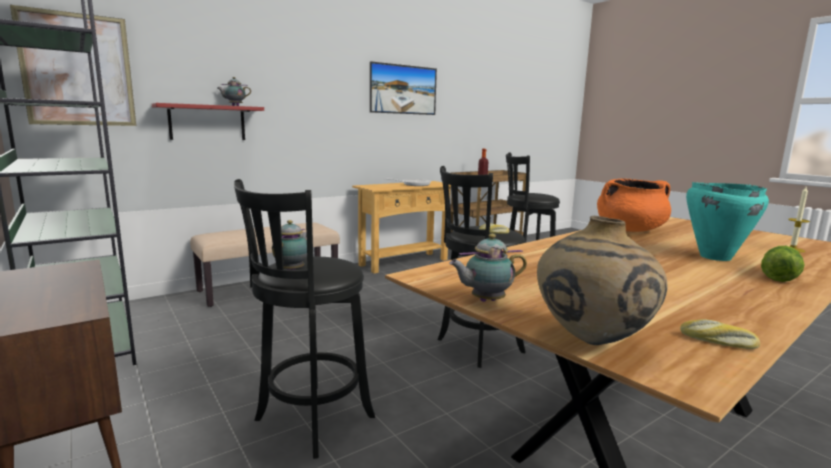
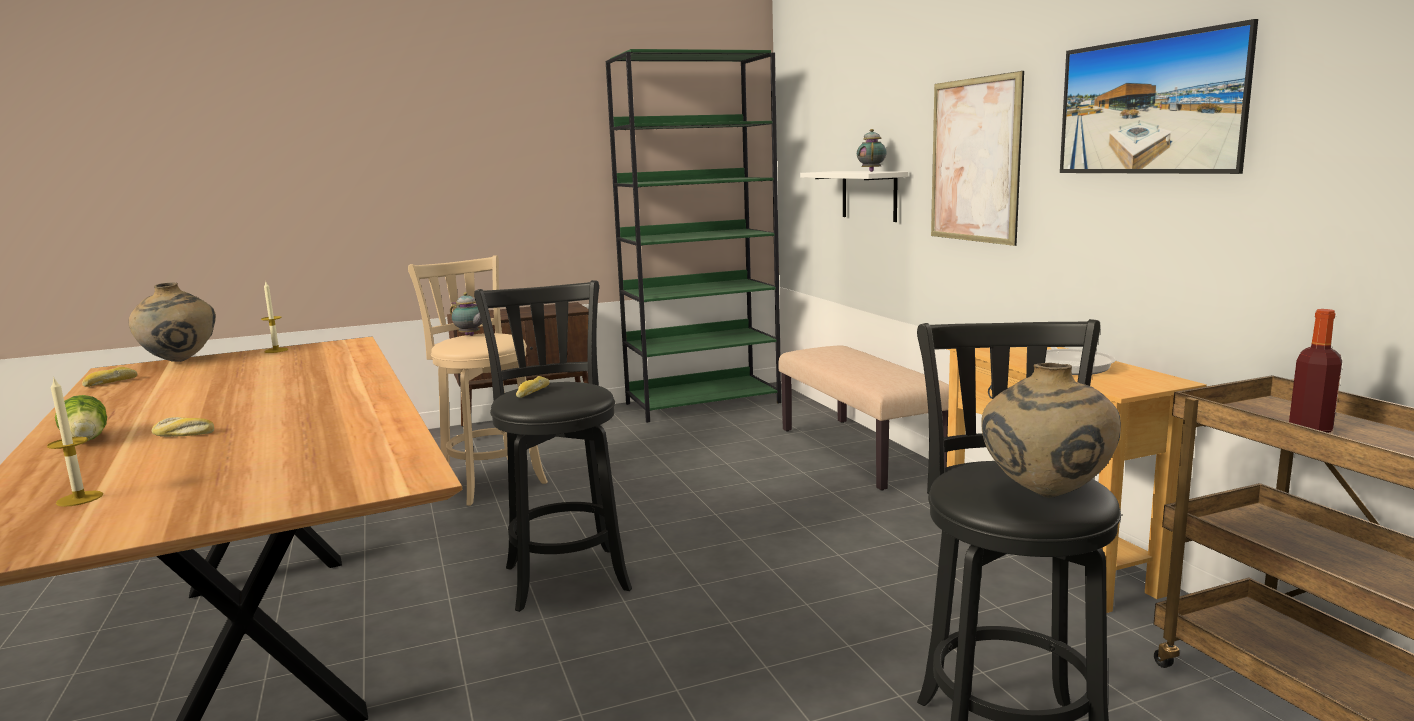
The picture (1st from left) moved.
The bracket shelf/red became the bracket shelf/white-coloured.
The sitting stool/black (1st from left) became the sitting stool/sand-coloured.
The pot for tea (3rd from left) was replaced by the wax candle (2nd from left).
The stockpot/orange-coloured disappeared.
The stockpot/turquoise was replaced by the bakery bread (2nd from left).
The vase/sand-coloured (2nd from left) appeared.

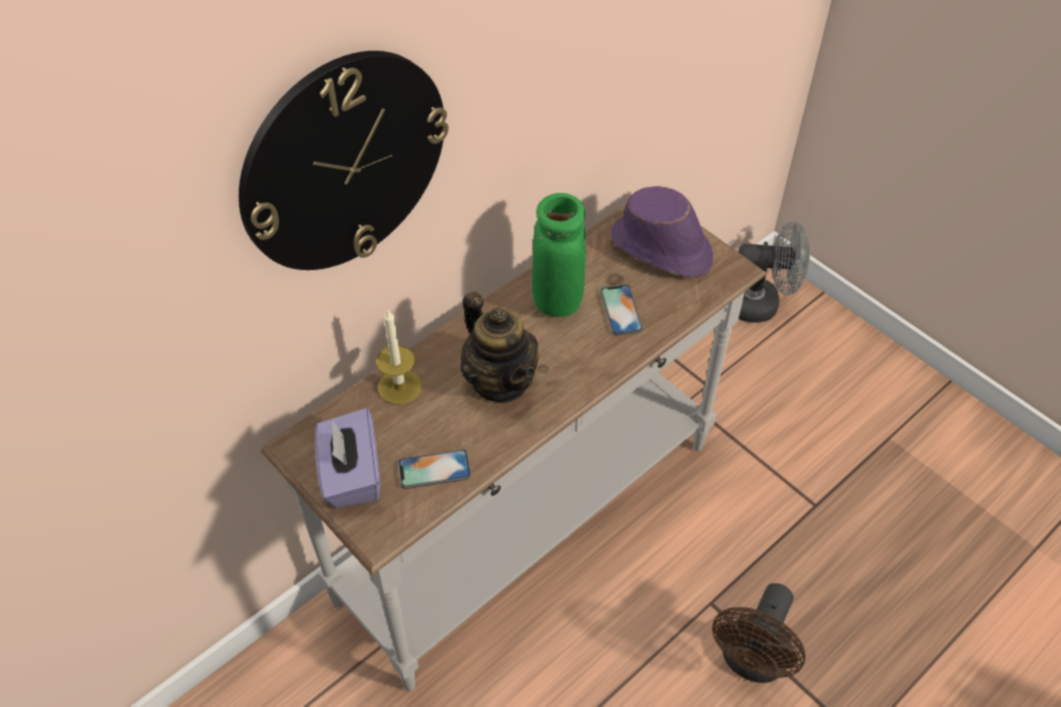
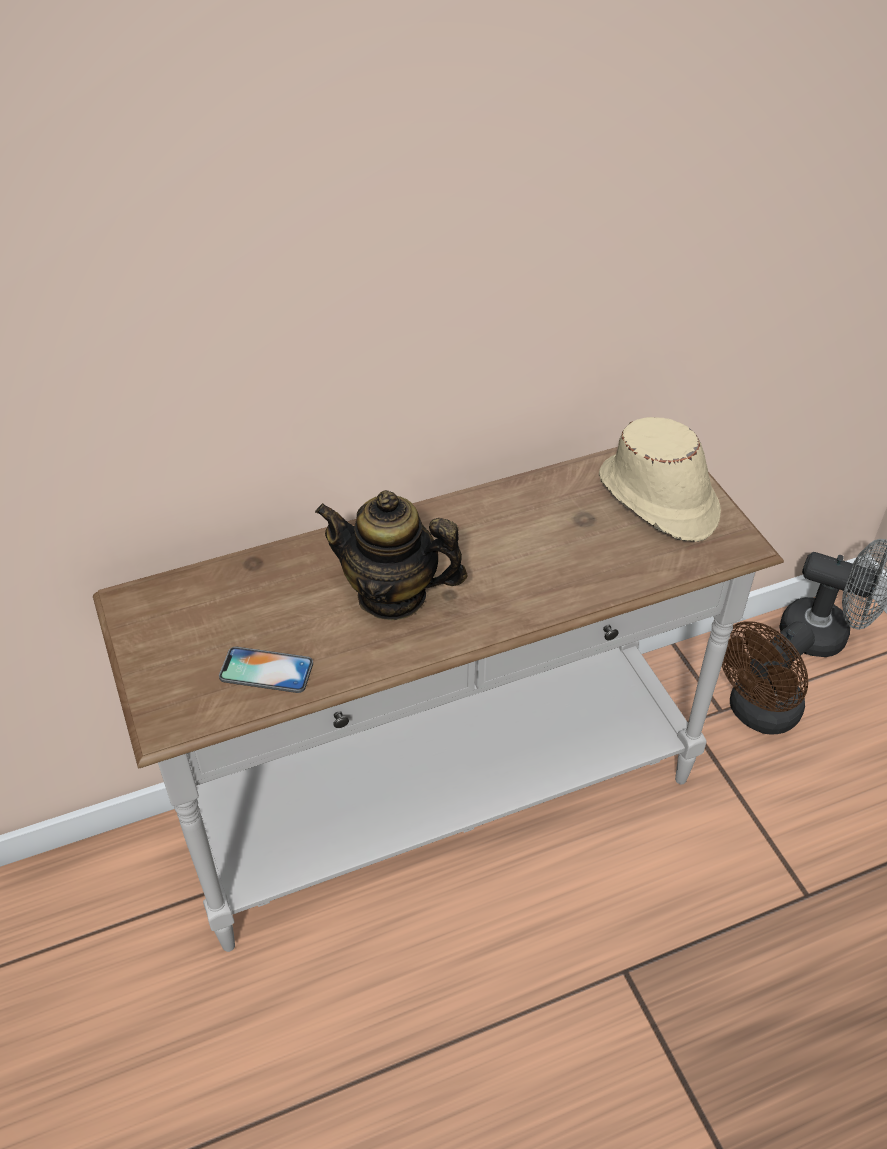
The clock on the wall disappeared.
The tissue holder/purple disappeared.
The wax candle disappeared.
The pot for tea turned 120 degrees clockwise.
The vase/greenish disappeared.
The phone (2nd from left) disappeared.
The clothing hat/purple became the clothing hat/sand-coloured.
The fan/brown-coloured moved.

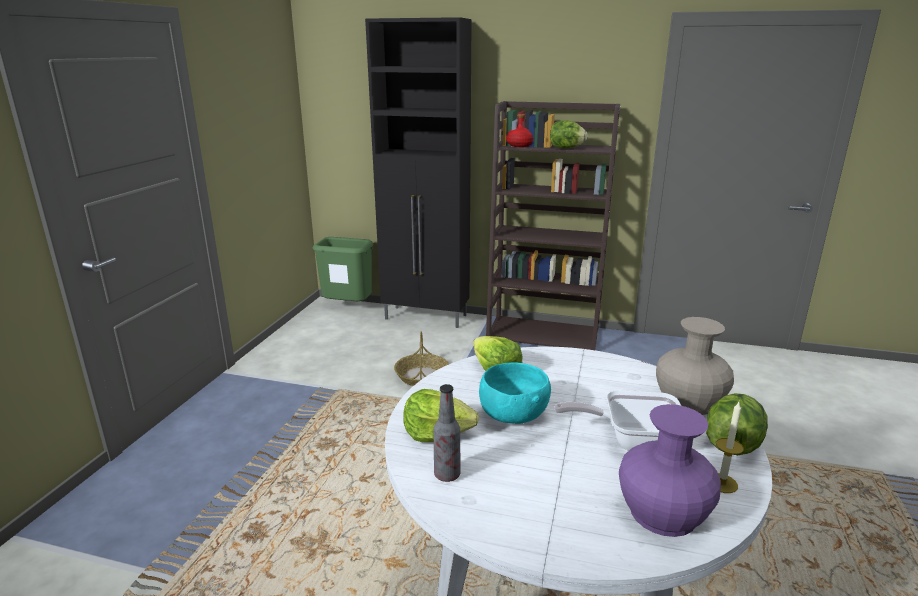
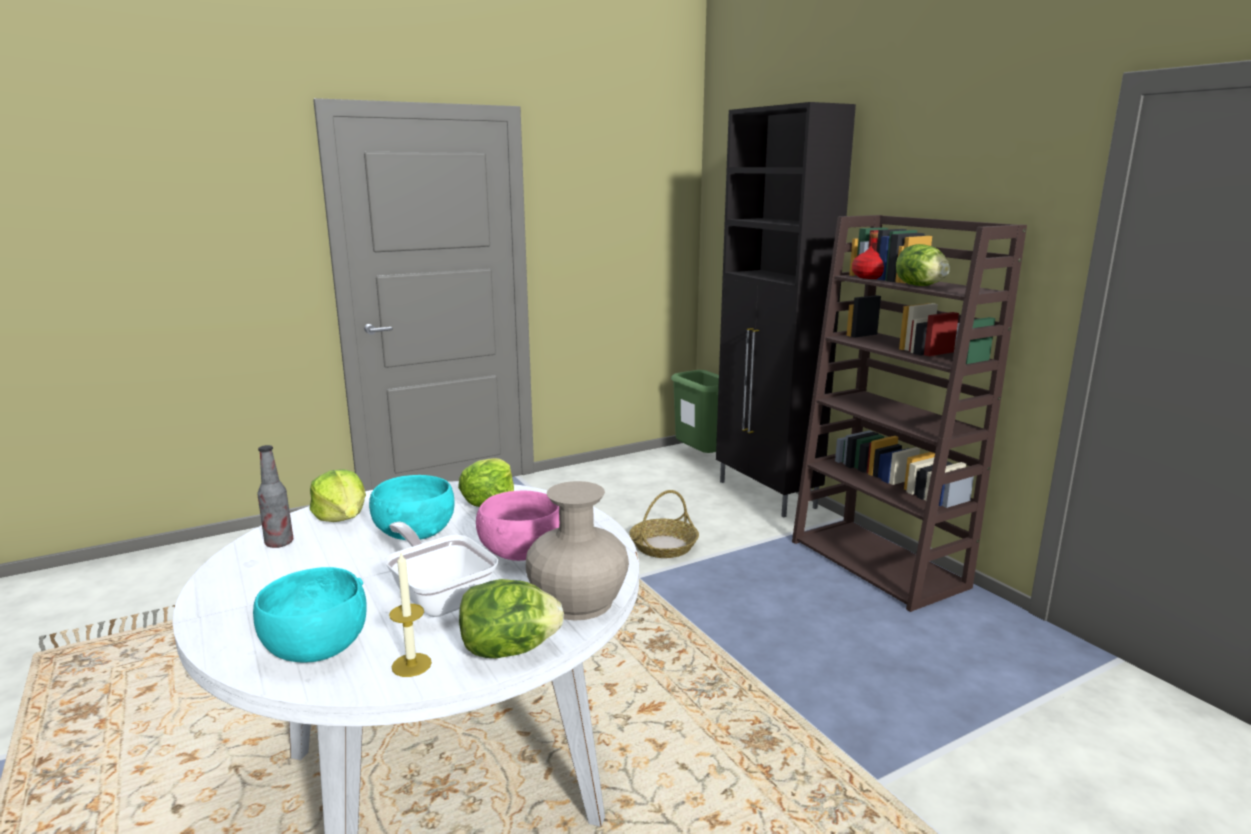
The vase/purple was replaced by the serving bowl/turquoise (1st from left).
The serving bowl/pink-coloured appeared.

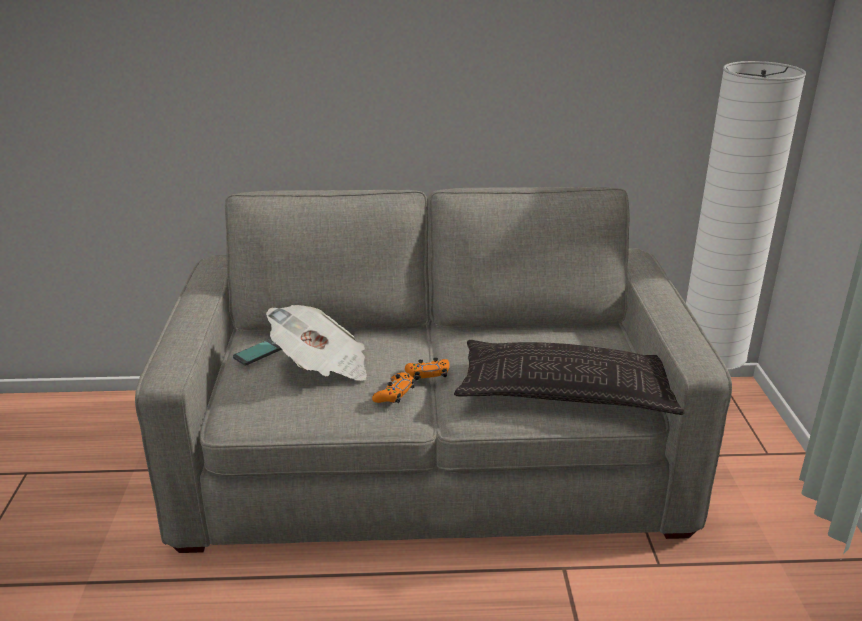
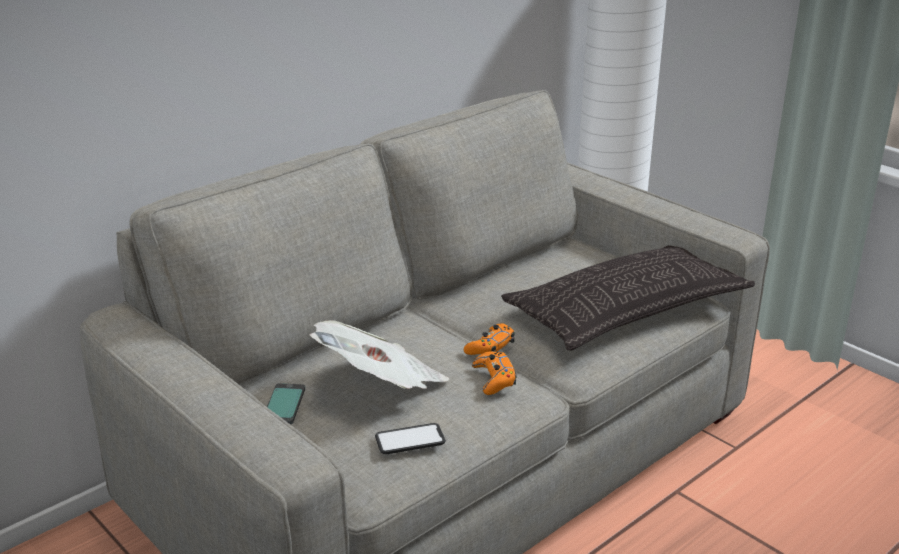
The phone (2nd from left) appeared.

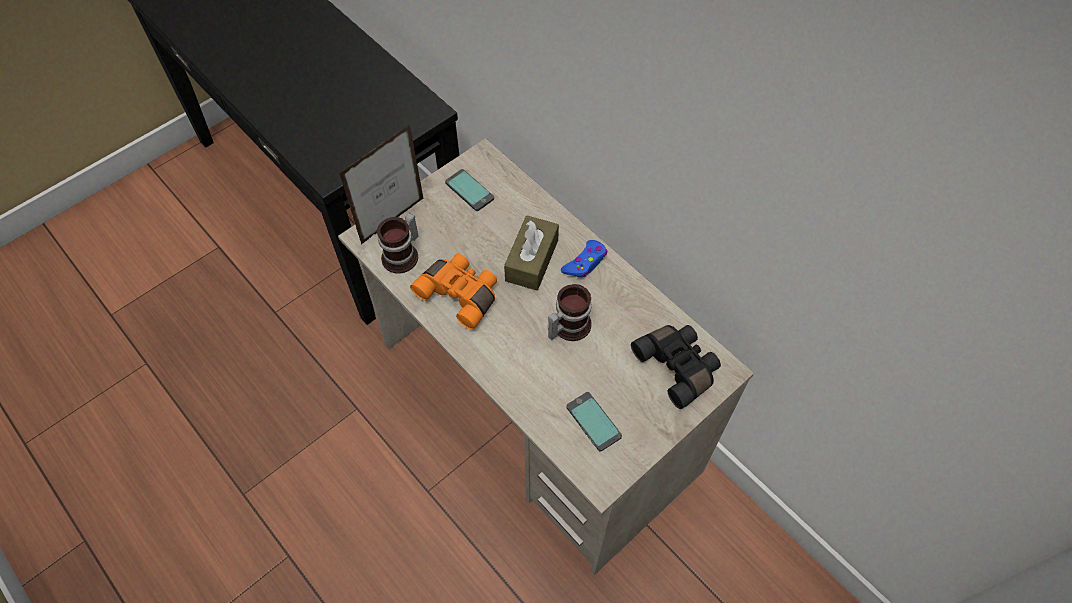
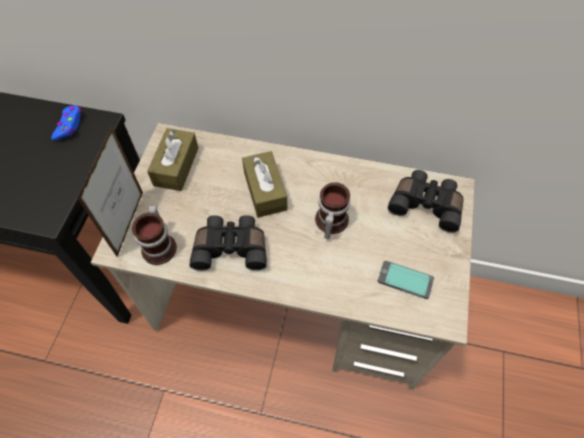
The field glasses/orange-coloured became the field glasses/black (1st from left).
The phone (1st from left) was replaced by the tissue holder/brown-coloured (1st from left).
The joypad/bluish moved.

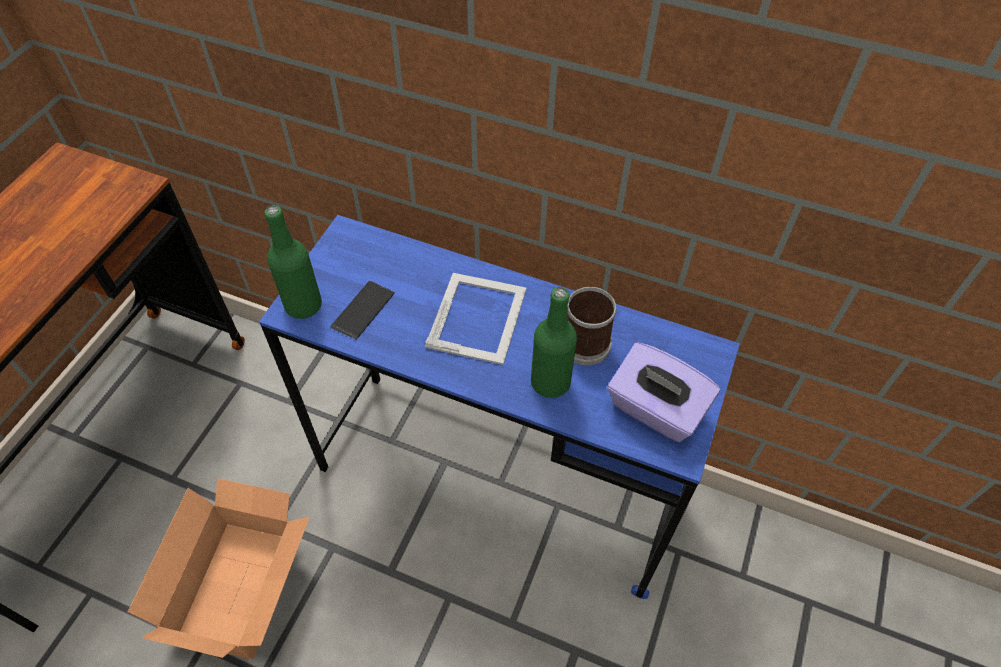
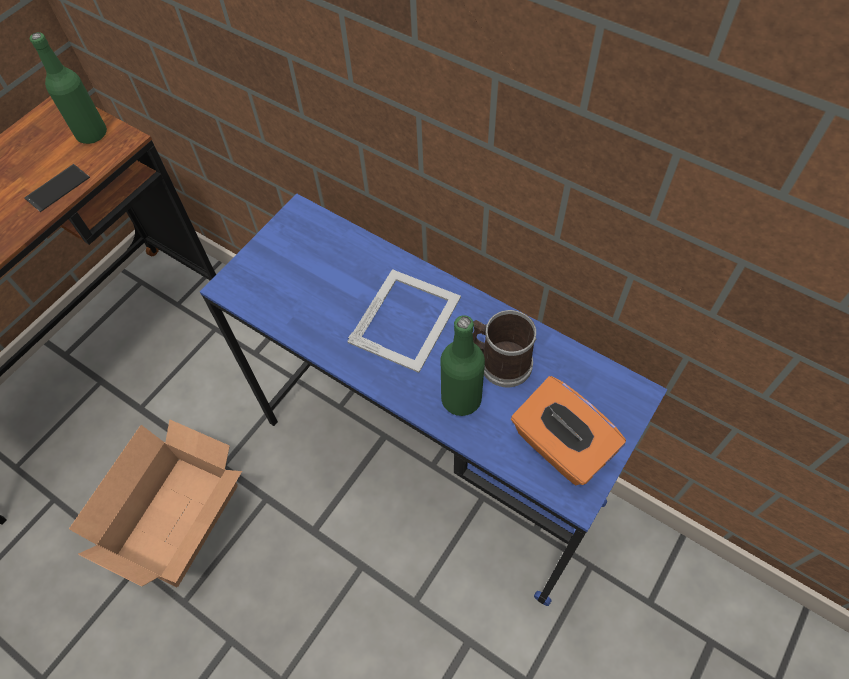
The bottle/greenish (1st from left) moved.
The phone moved.
The tissue holder/purple became the tissue holder/orange-coloured.

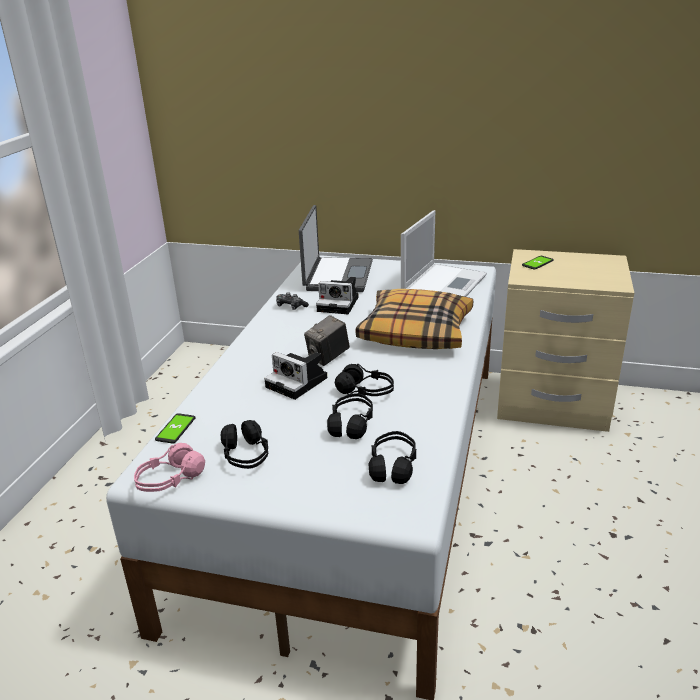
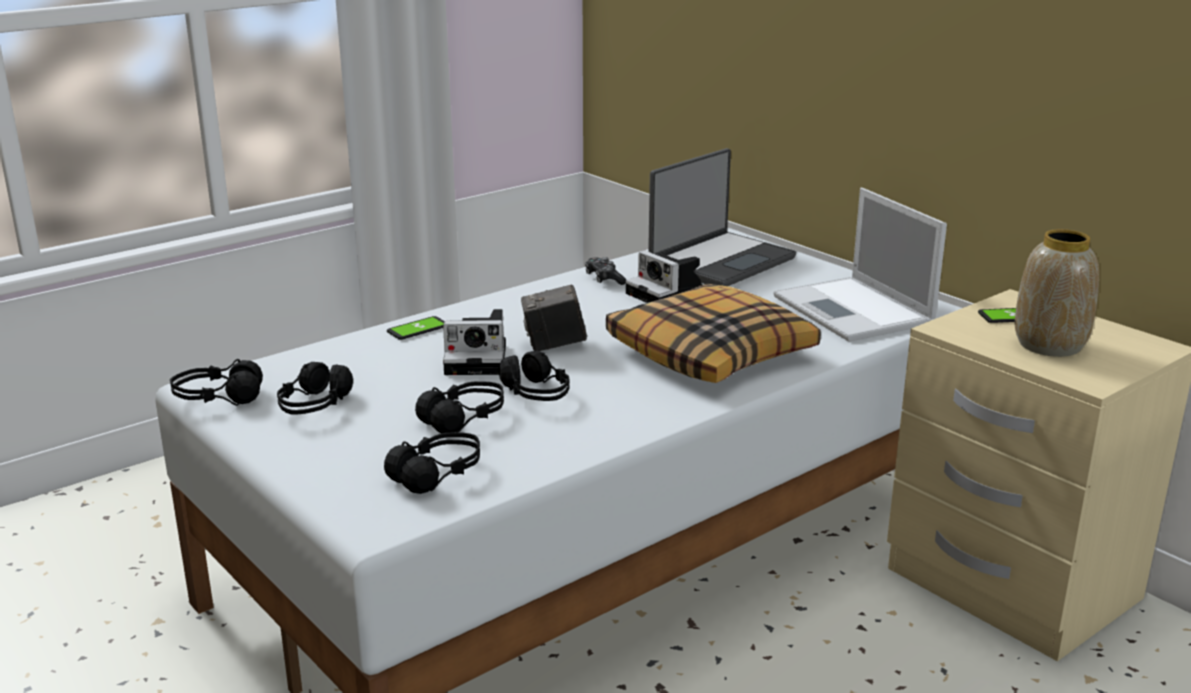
The headphones/pink-coloured became the headphones/black (1st from left).
The phone (1st from left) moved.
The photo camera (1st from left) turned 75 degrees counterclockwise.
The notebook computer (2nd from left) turned 90 degrees clockwise.
The vase appeared.

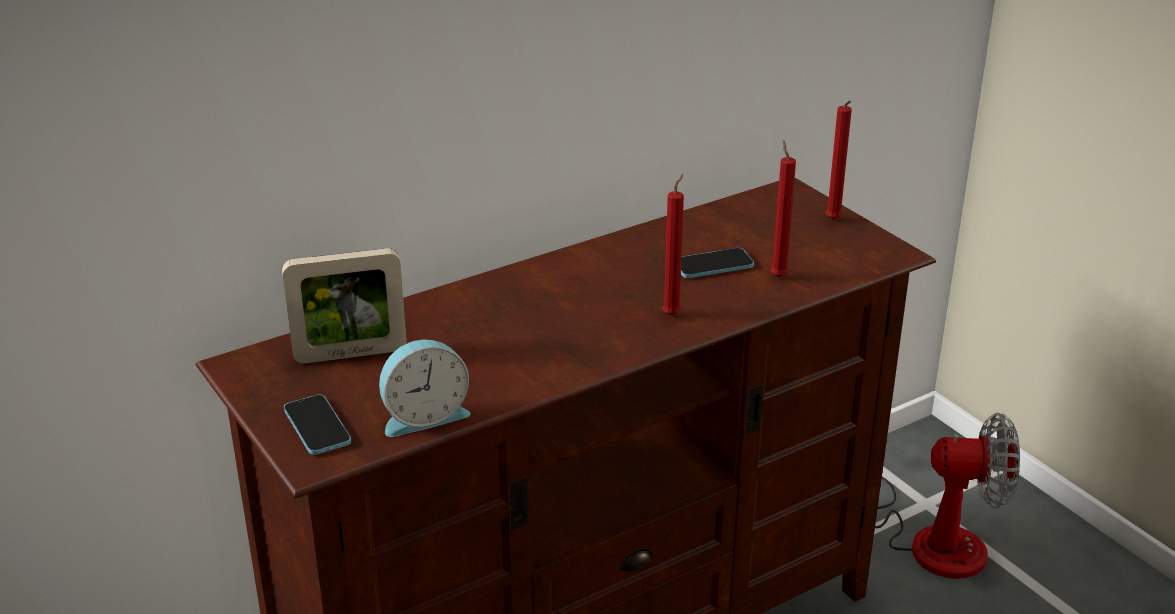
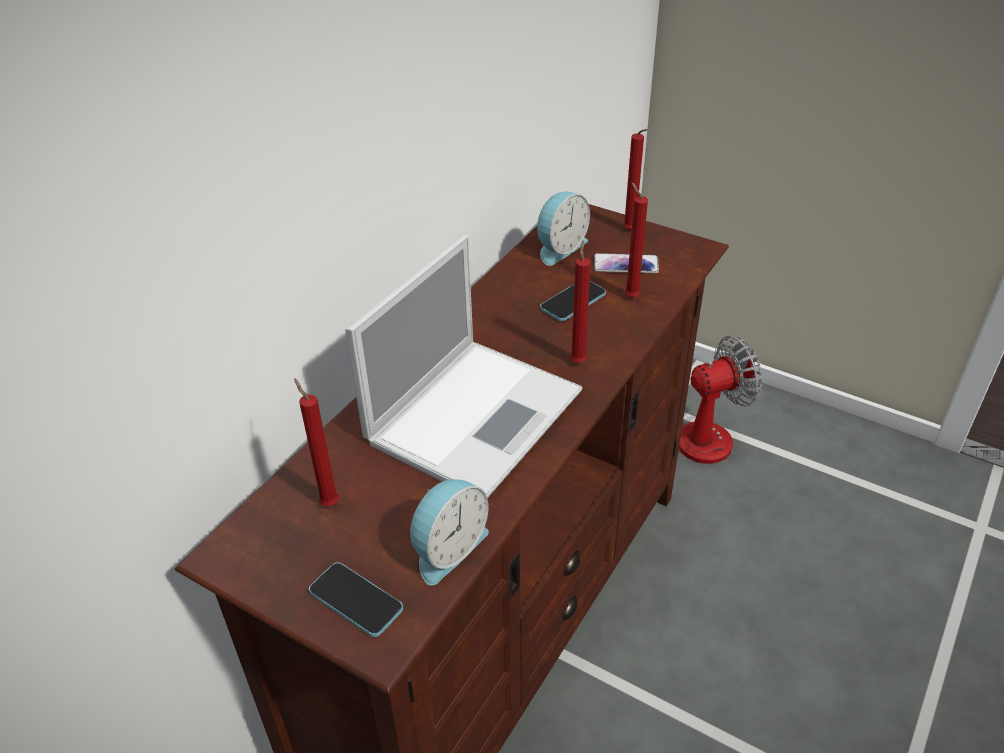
The picture frame was replaced by the wax candle/red (1st from left).
The notebook computer appeared.
The table clock (2nd from left) appeared.
The phone (3rd from left) appeared.

